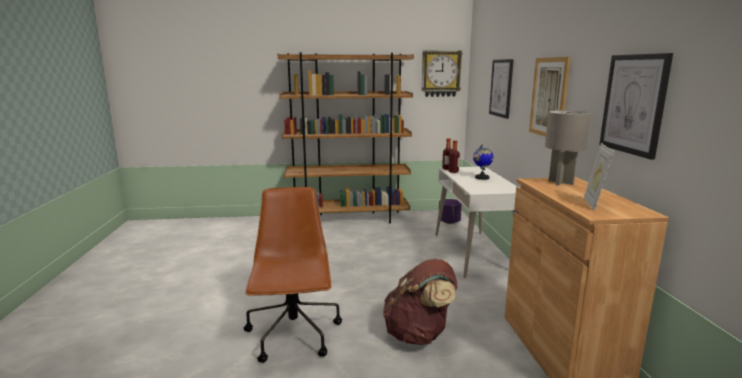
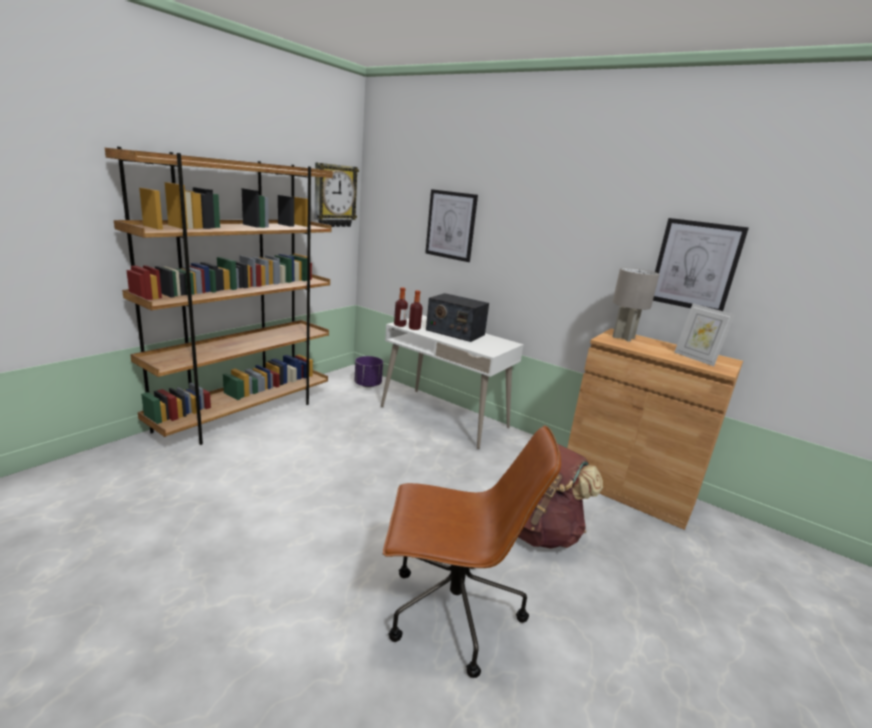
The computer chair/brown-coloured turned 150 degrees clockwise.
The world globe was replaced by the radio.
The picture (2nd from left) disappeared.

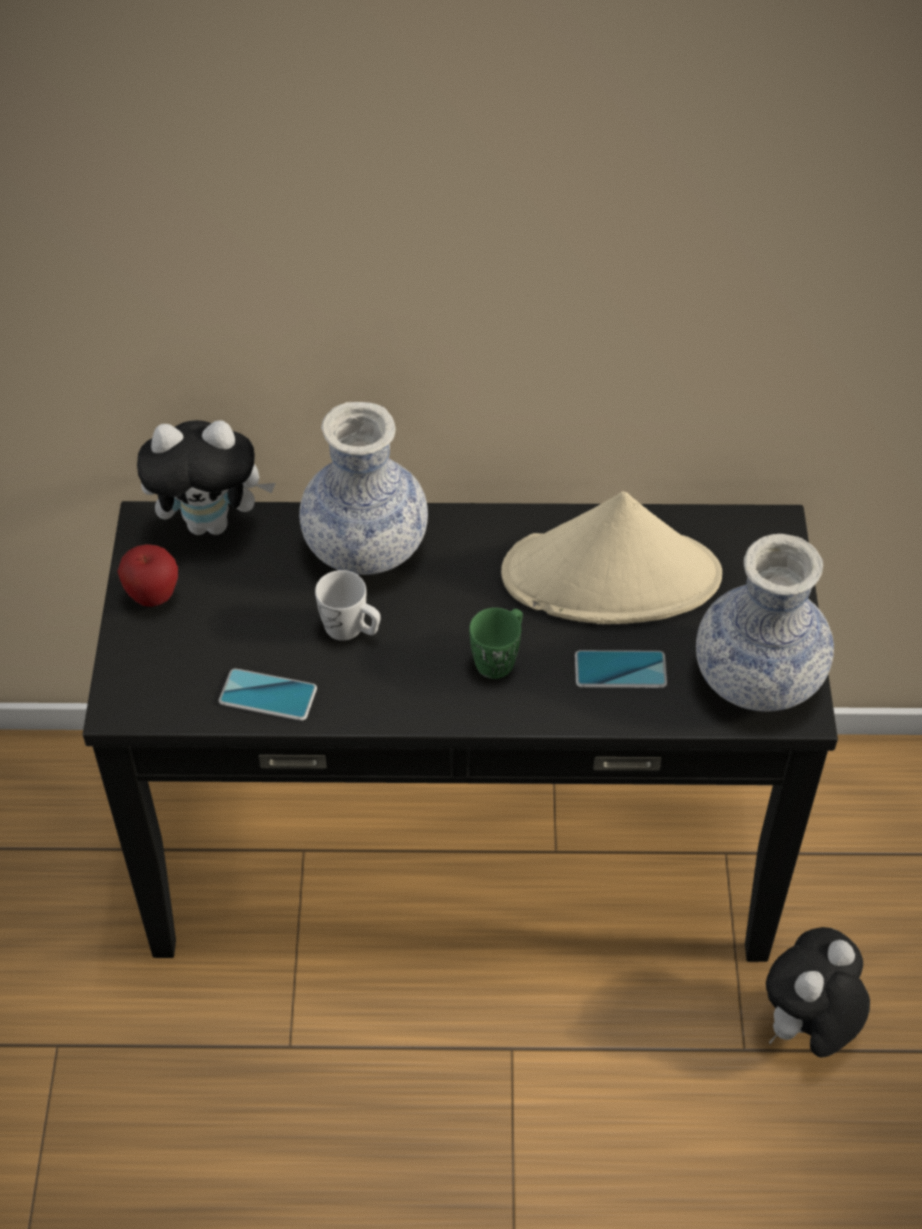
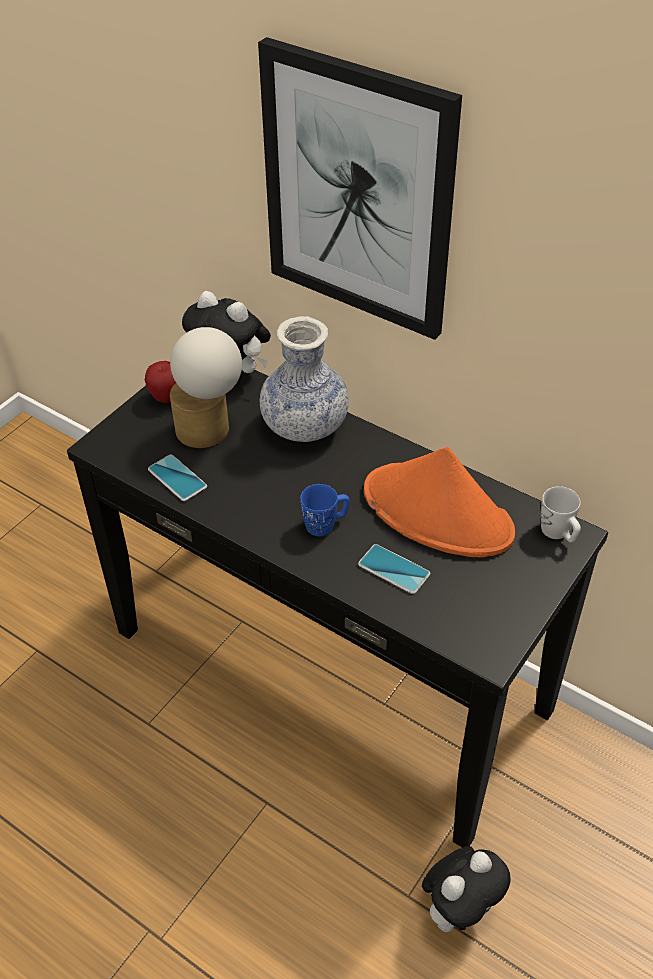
The mug/white-coloured moved.
The mug/greenish became the mug/bluish.
The clothing hat/sand-coloured became the clothing hat/orange-coloured.
The vase (2nd from left) disappeared.
The cuddly toy (2nd from left) turned 150 degrees clockwise.
The lamp for a table appeared.
The picture appeared.

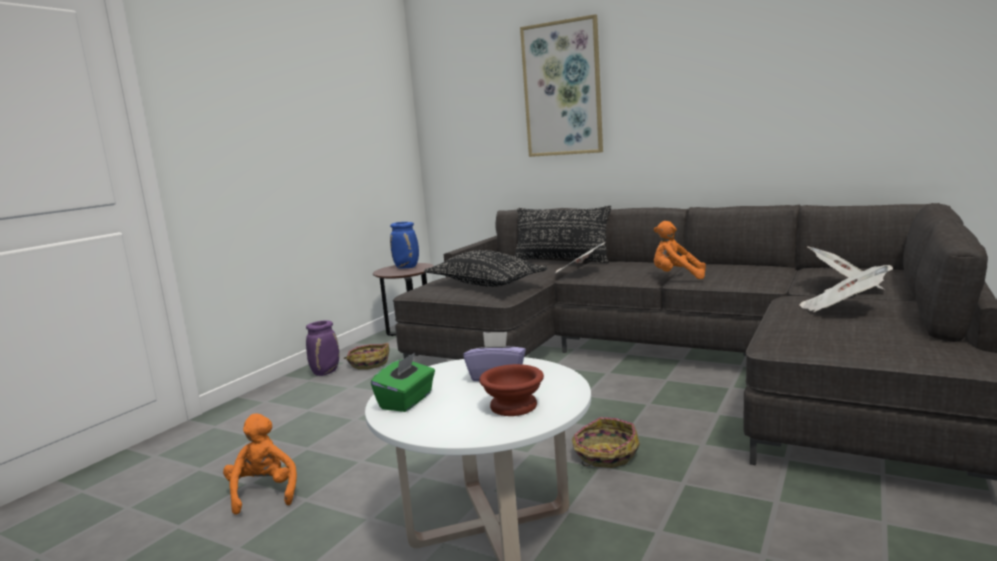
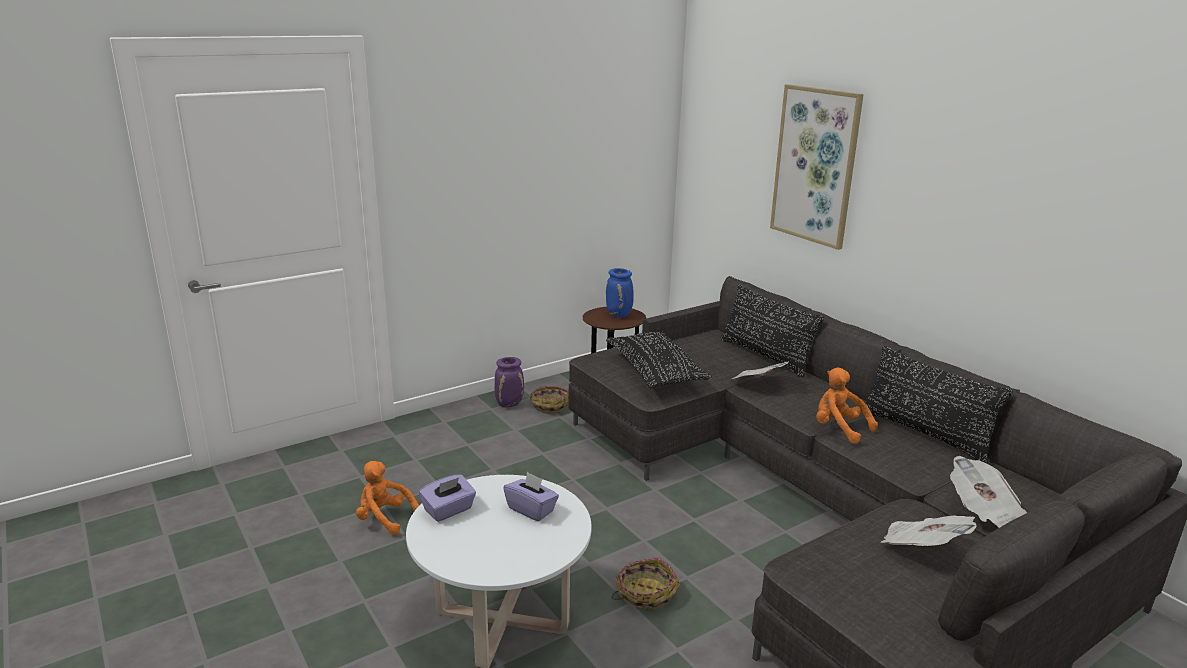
The cuddly toy/orange-coloured (1st from left) turned 75 degrees counterclockwise.
The tissue holder/greenish became the tissue holder/purple (1st from left).
The serving bowl/brown-coloured disappeared.
The pillow/black (3rd from left) appeared.

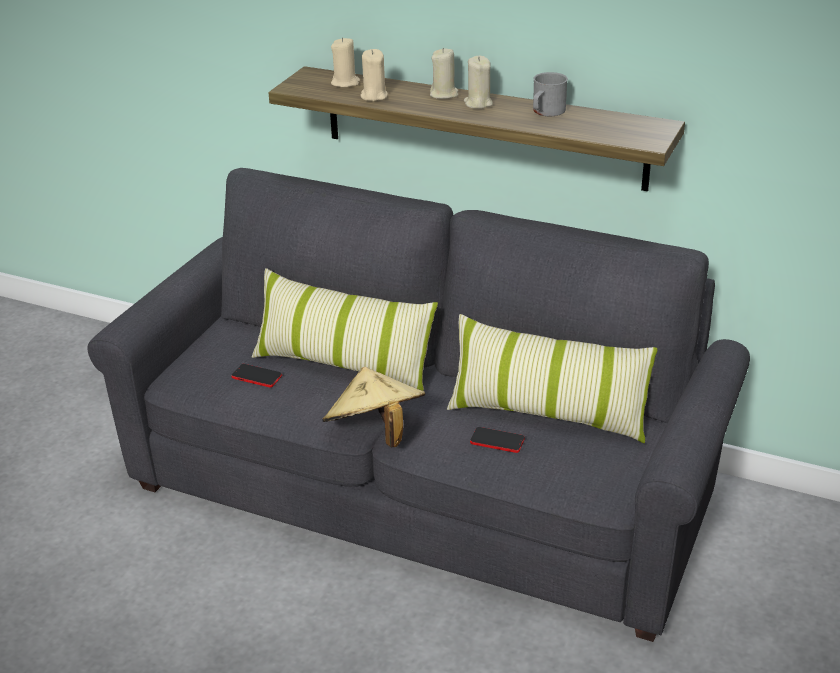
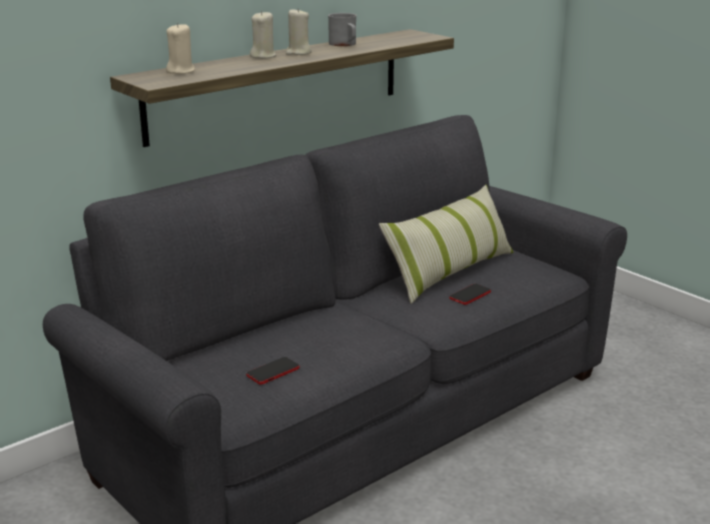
The pillow (1st from left) disappeared.
The clothing hat/sand-coloured disappeared.
The wax candle/sand-coloured (2nd from left) disappeared.

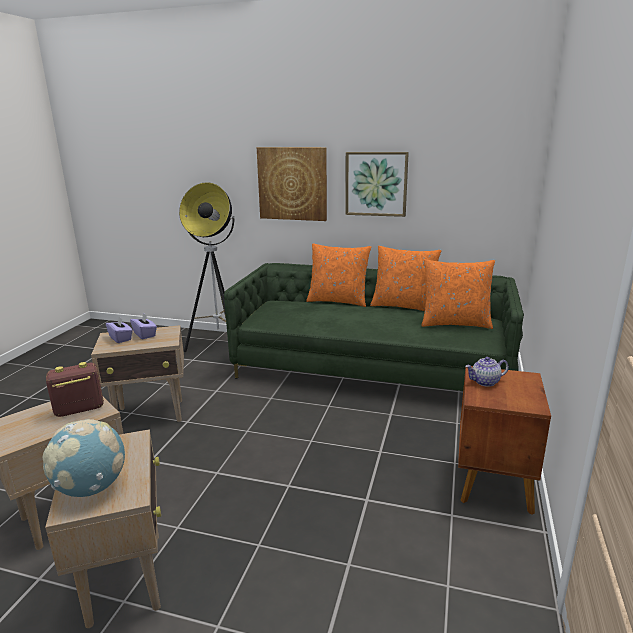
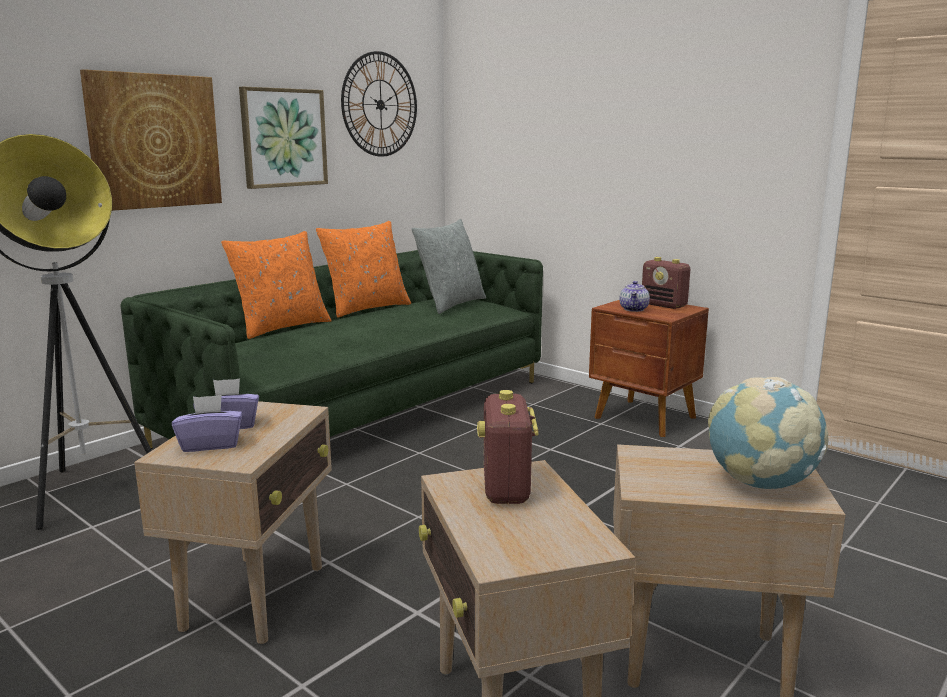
The pillow/orange-coloured (3rd from left) became the pillow/grey.
The clock on the wall appeared.
The radio (2nd from left) appeared.

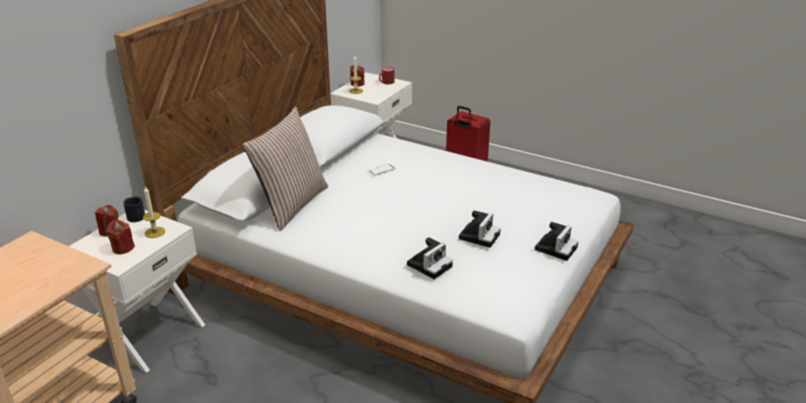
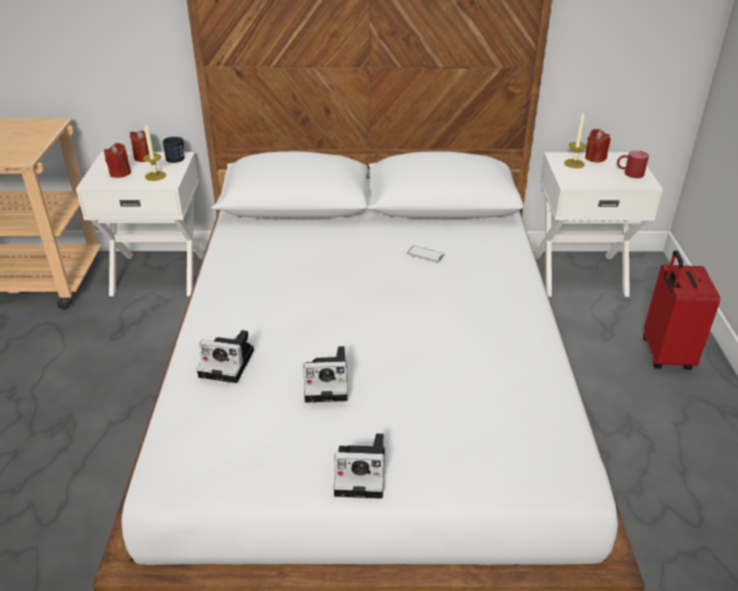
The pillow disappeared.

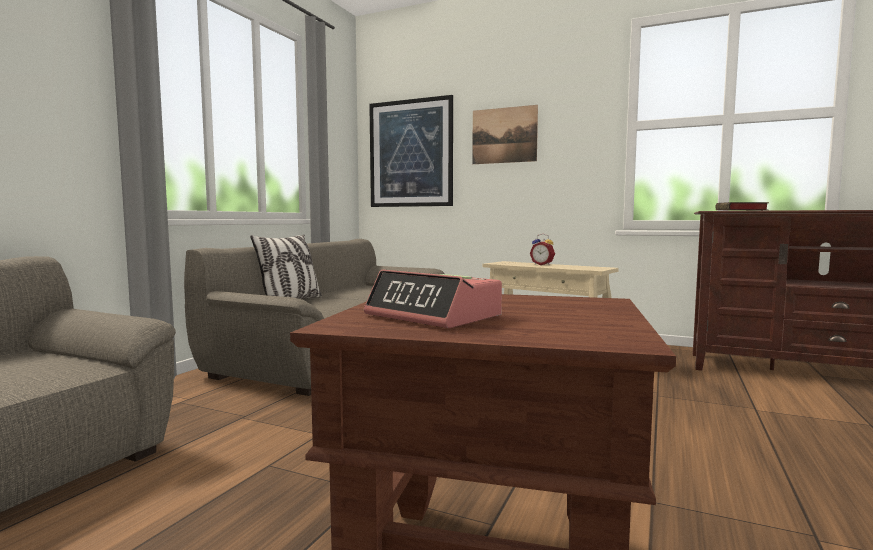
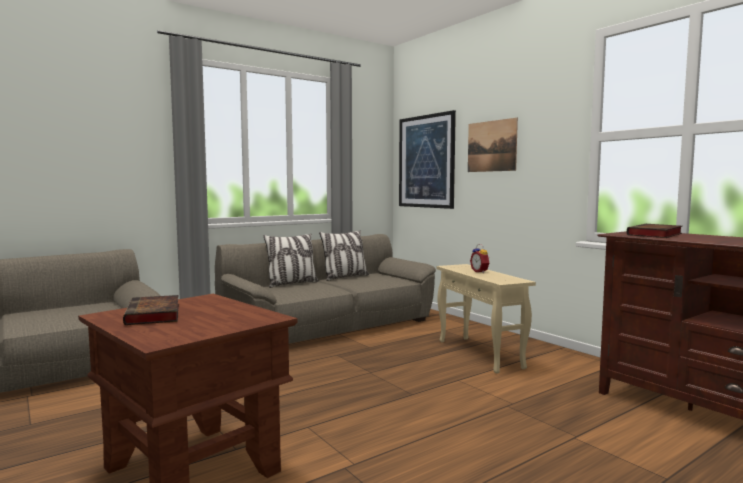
The table clock (1st from left) was replaced by the book (1st from left).
The pillow (2nd from left) appeared.

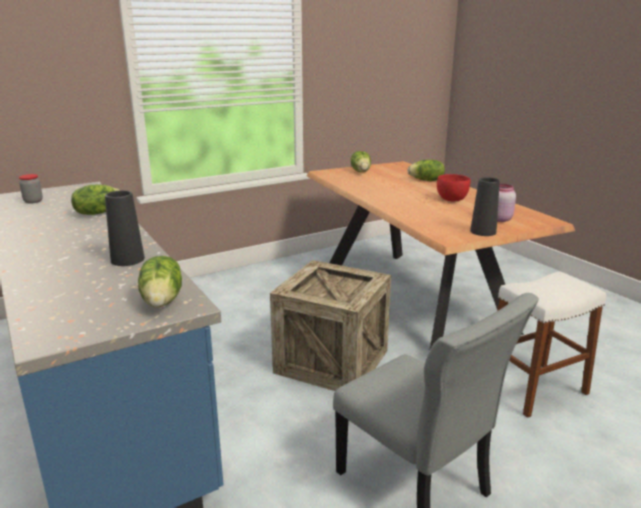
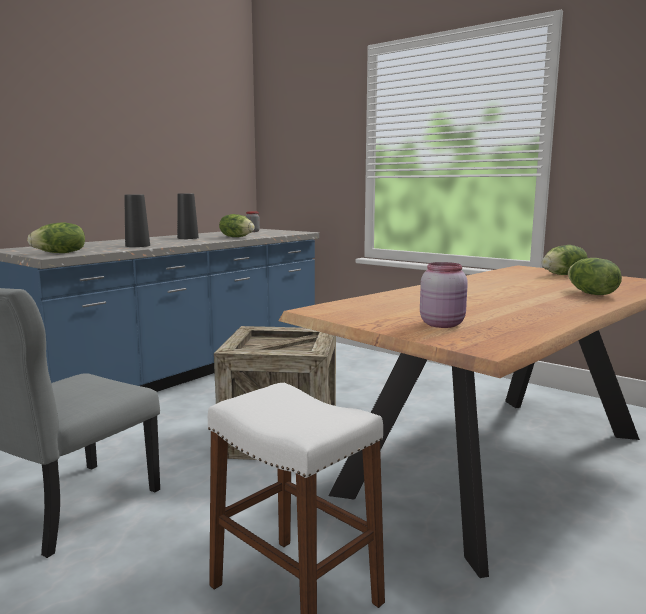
The serving bowl/red disappeared.
The vase/black (2nd from left) moved.

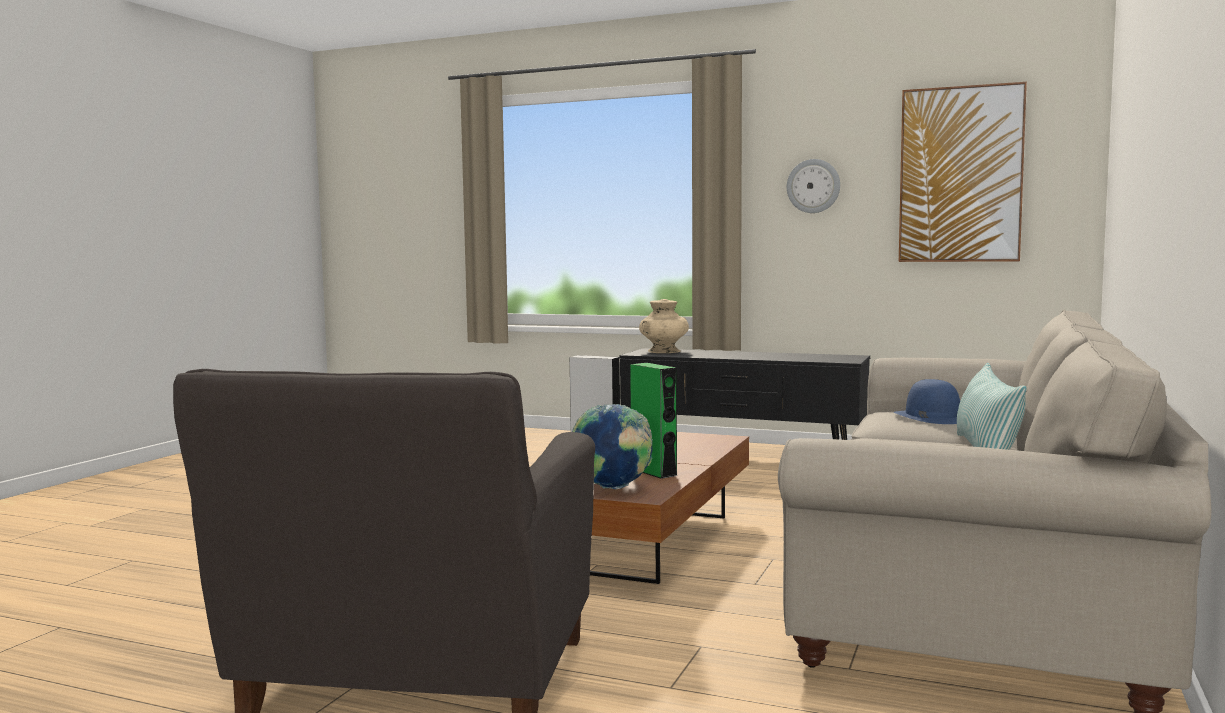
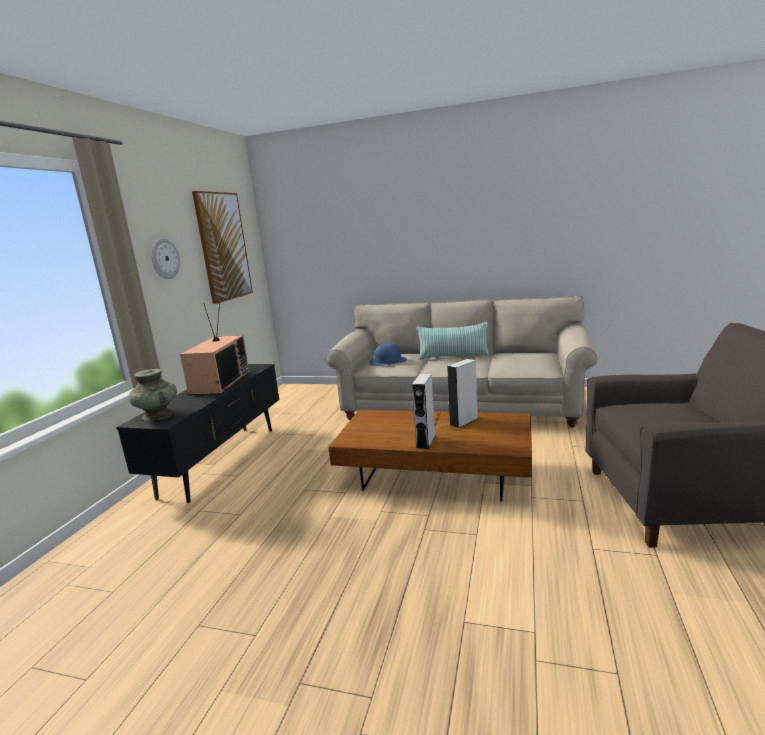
The world globe disappeared.
The audio speaker/greenish became the audio speaker/grey (2nd from left).
The vase/sand-coloured became the vase/turquoise.
The TV appeared.

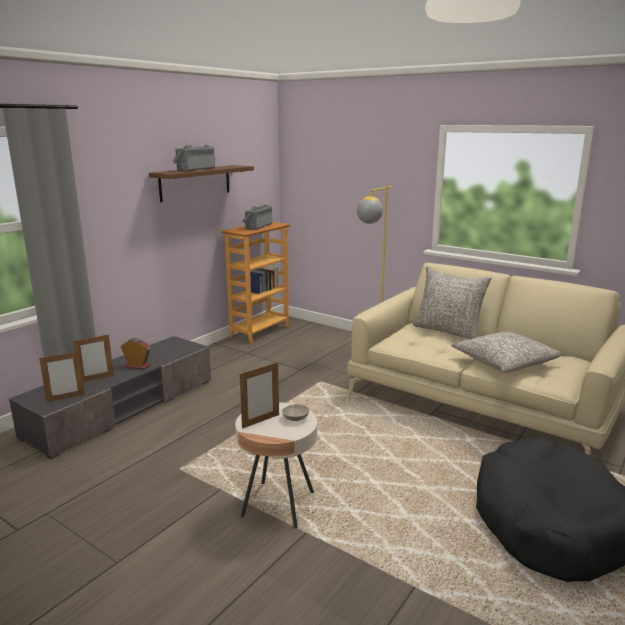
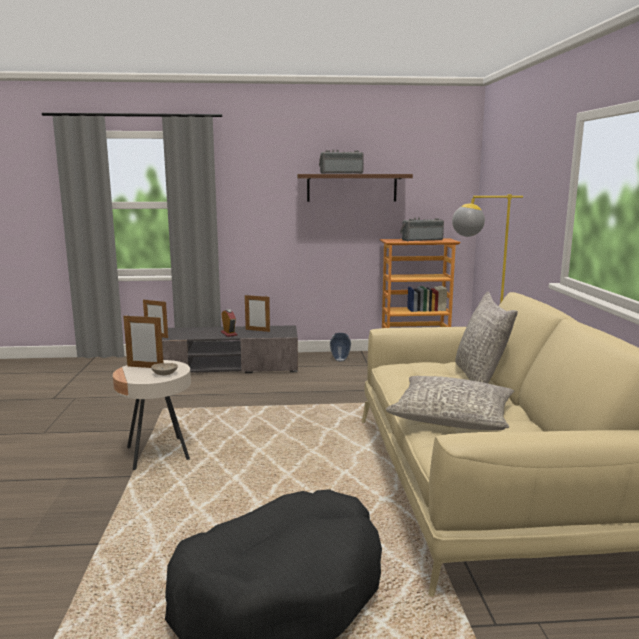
The picture frame (2nd from left in the first image) moved.
The vase appeared.

